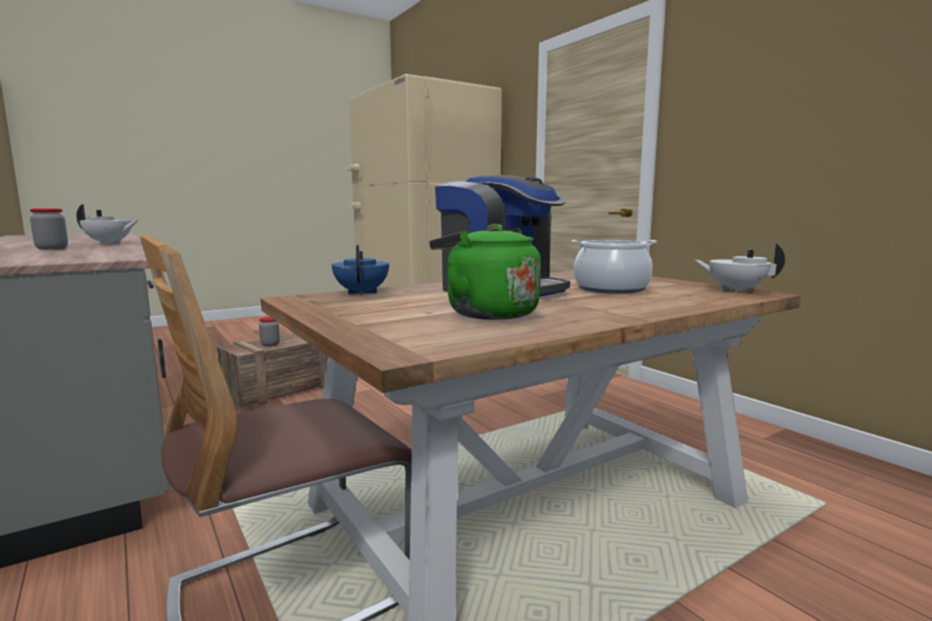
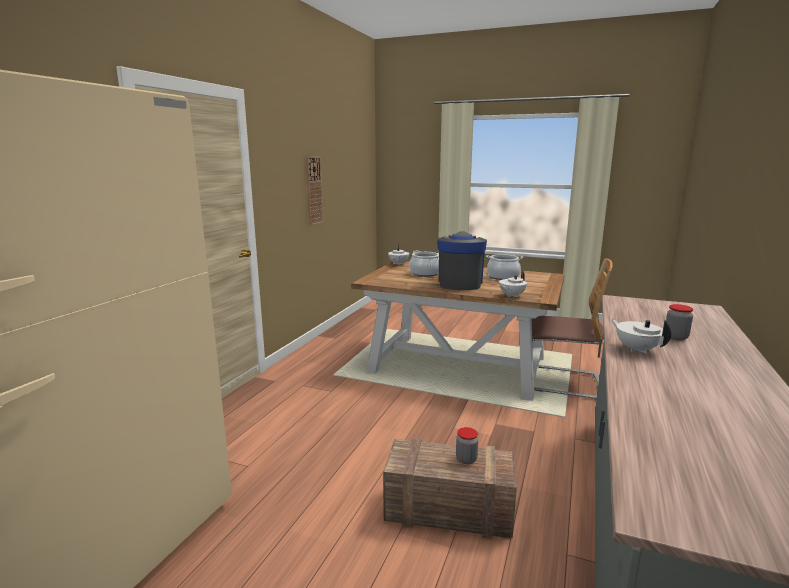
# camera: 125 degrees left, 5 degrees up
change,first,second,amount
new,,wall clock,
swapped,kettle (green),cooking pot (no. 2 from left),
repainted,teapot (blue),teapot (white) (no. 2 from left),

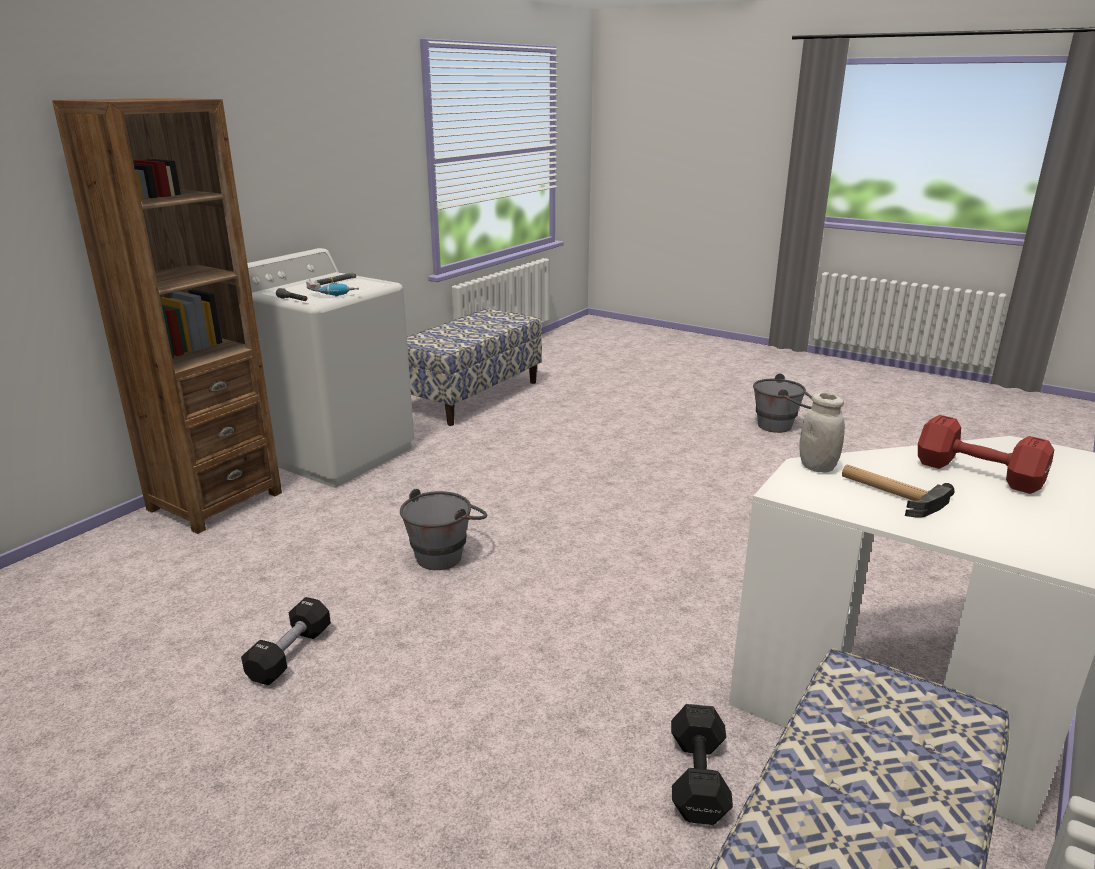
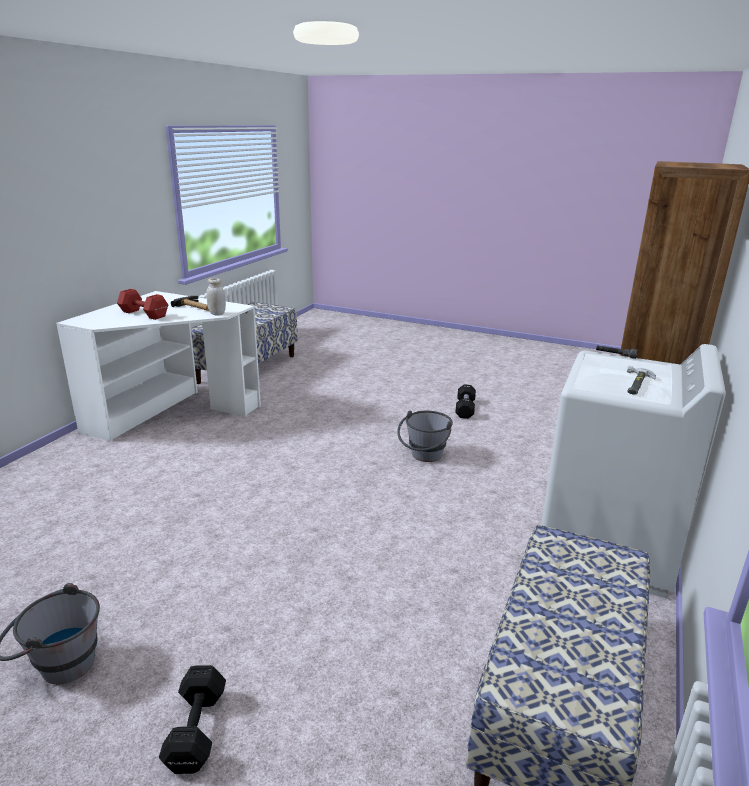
# camera: 170 degrees right, 0 degrees up
change,first,second,amount
gone,power drill,,
shifted,dumbbell (black) (no. 2 from left in the first image),dumbbell (black) (no. 1 from left),

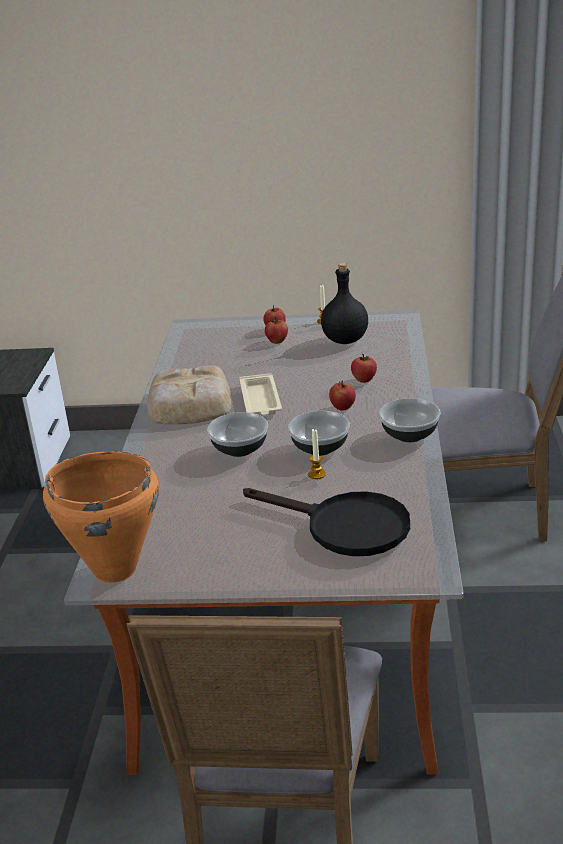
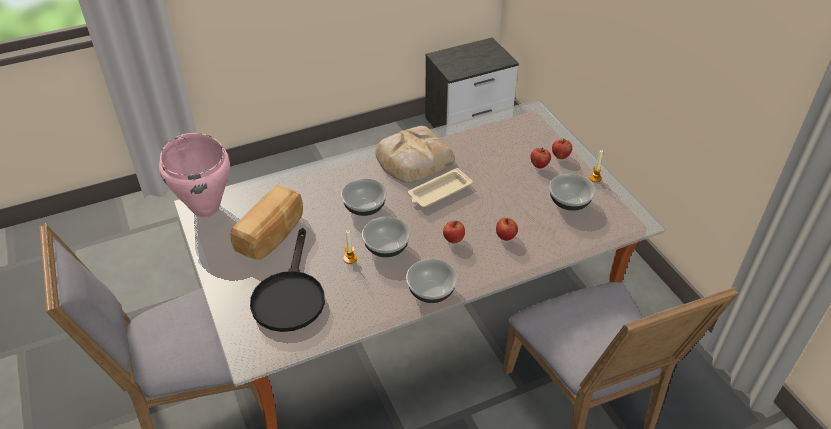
# camera: 60 degrees right, 15 degrees up
change,first,second,amount
new,,bread (no. 1 from left),
swapped,bottle (black),bowl (no. 4 from left),
repainted,cooking pot (orange),cooking pot (pink),

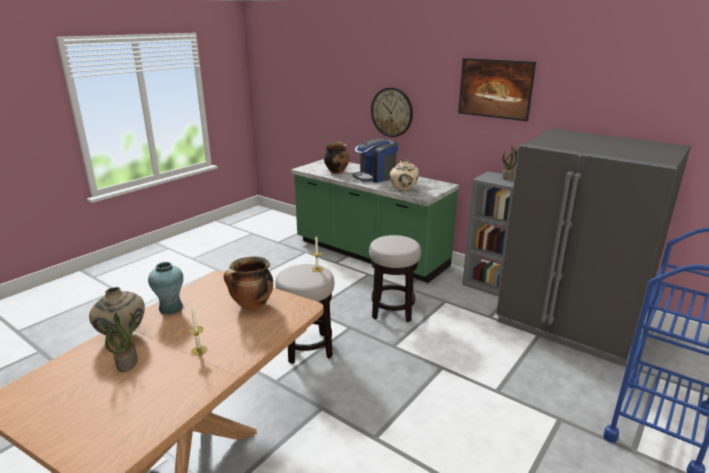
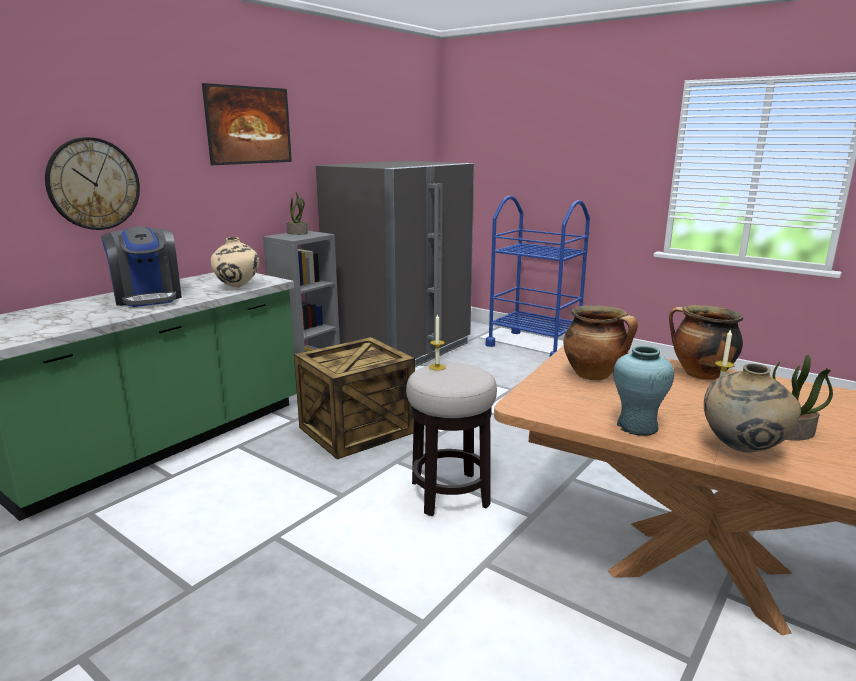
# camera: 90 degrees left, 5 degrees down
change,first,second,amount
shifted,cooking pot (no. 2 from left),,
swapped,stool (no. 2 from left),crate,

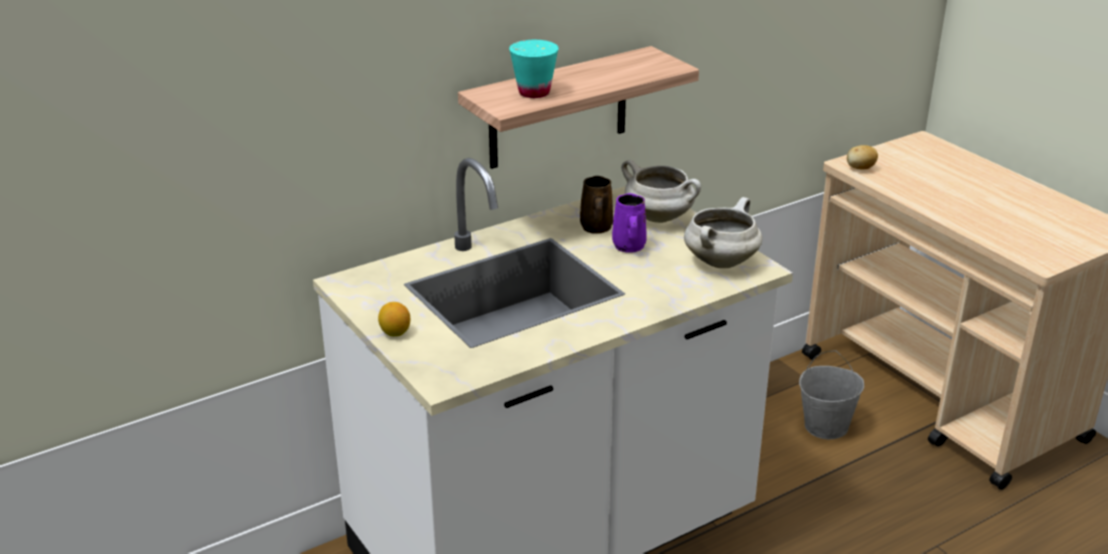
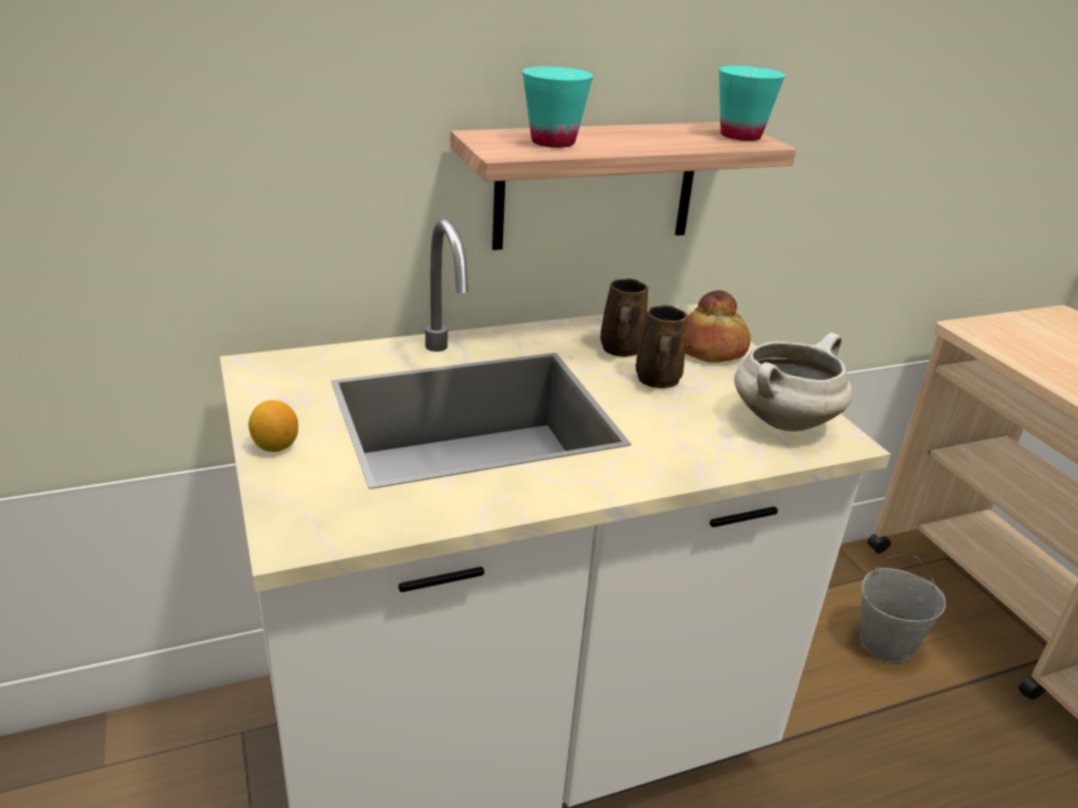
# camera: 10 degrees right, 0 degrees up
change,first,second,amount
gone,potato,,
new,,cup (turquoise) (no. 2 from left),
swapped,cooking pot (white) (no. 1 from left),bread,
repainted,mug (purple),mug (brown) (no. 2 from left),

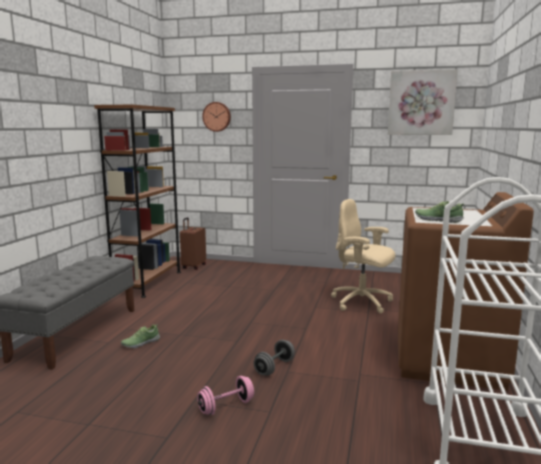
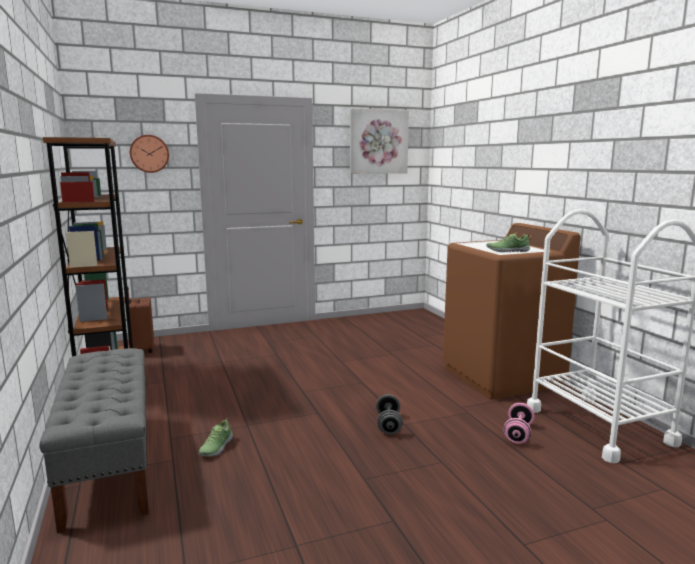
# camera: 35 degrees left, 0 degrees up
change,first,second,amount
gone,office chair (beige),,
shifted,dumbbell (pink),,

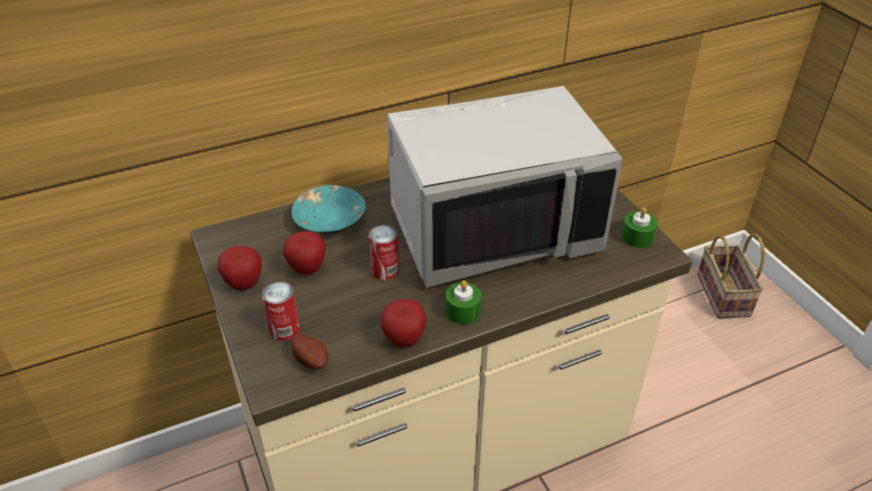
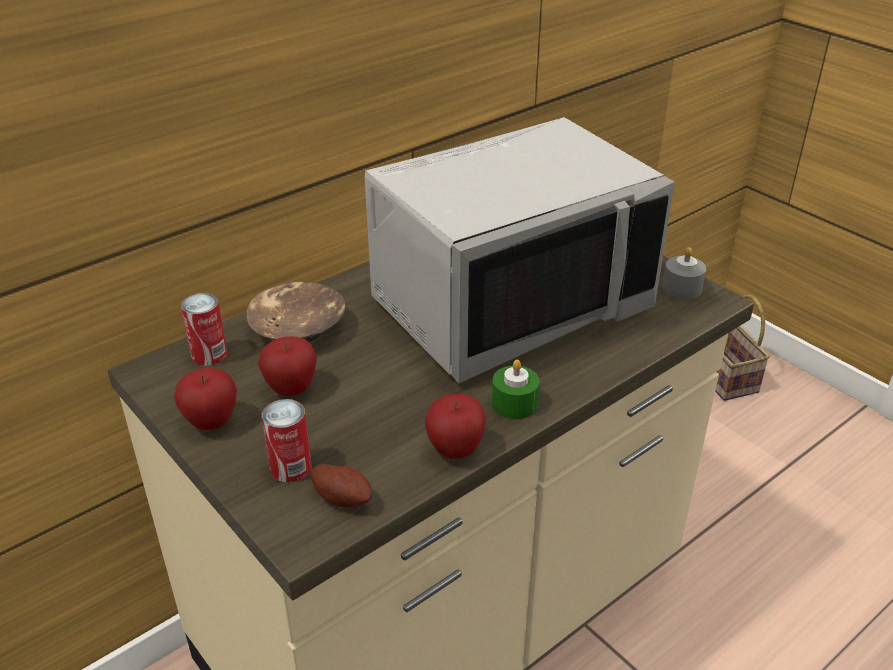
# camera: 15 degrees left, 5 degrees down
change,first,second,amount
shifted,can (no. 2 from left in the first image),can (no. 1 from left),
repainted,bowl (turquoise),bowl (brown),
repainted,candle (green) (no. 2 from left),candle (grey),

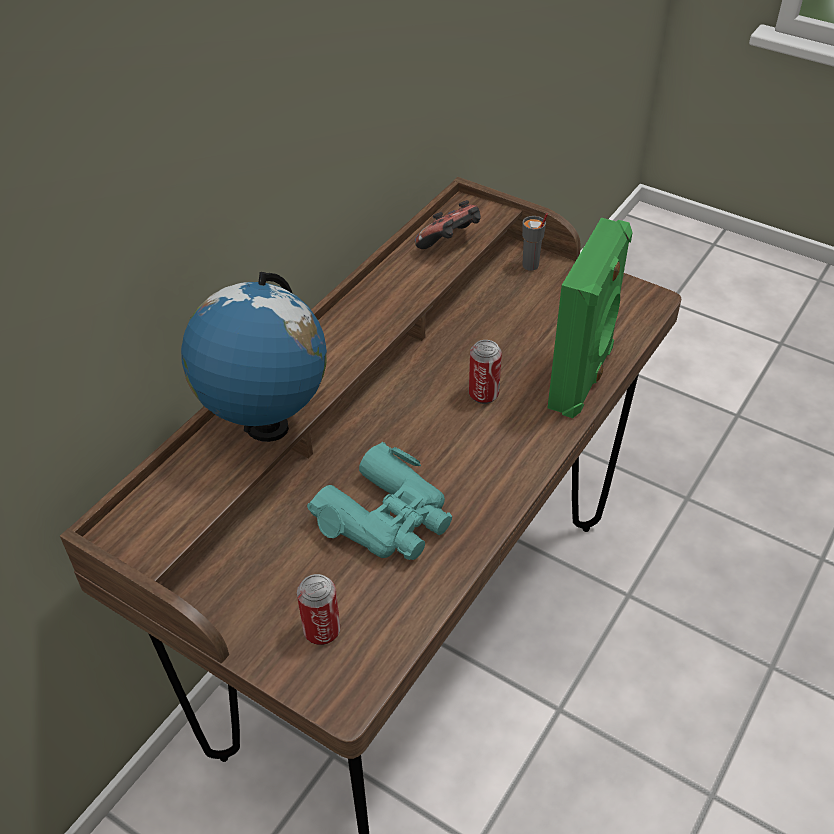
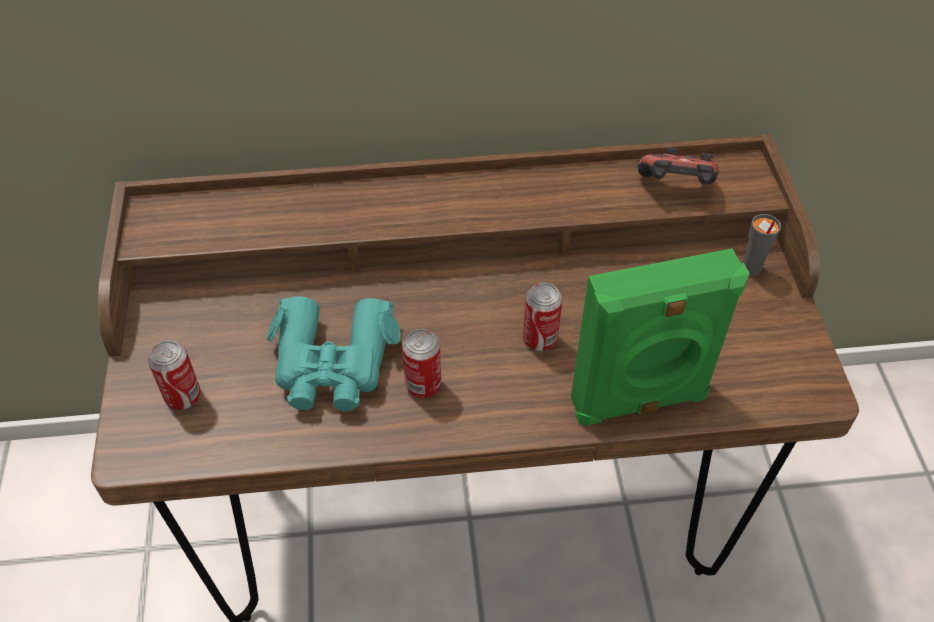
# camera: 50 degrees right, 5 degrees up
change,first,second,amount
gone,globe,,
new,,can (no. 2 from left),

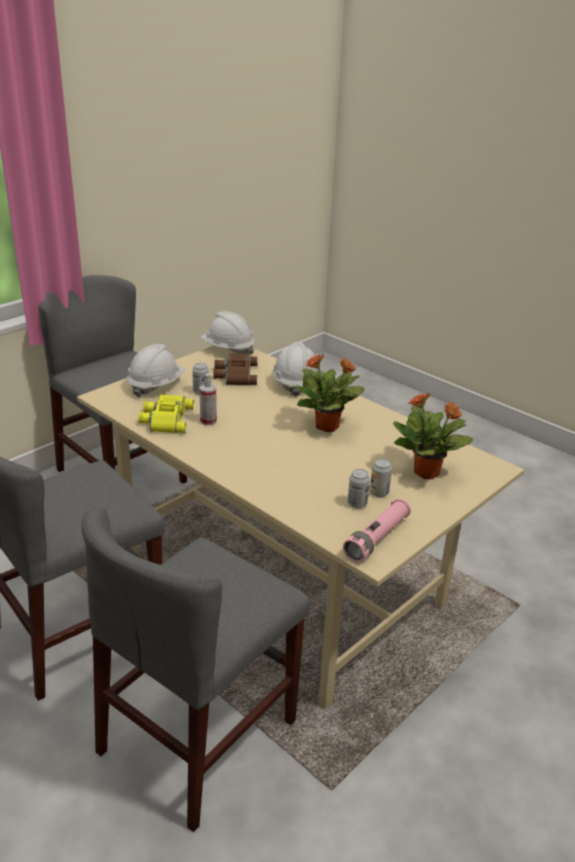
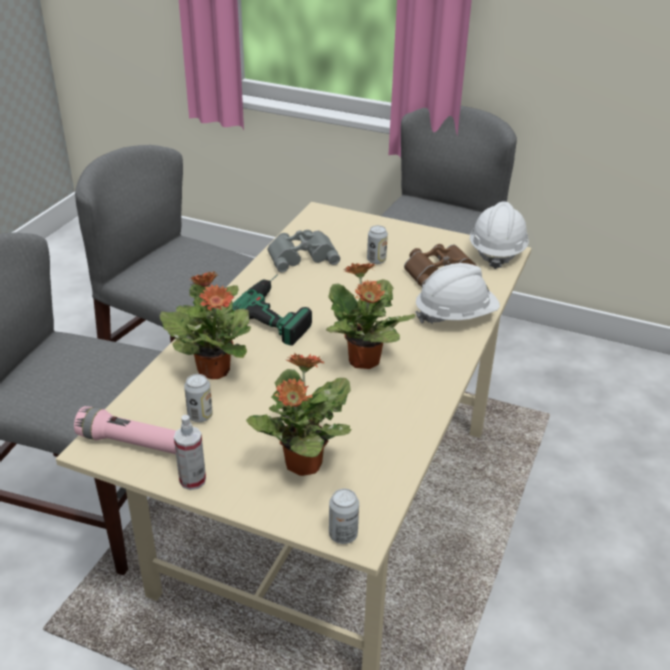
# camera: 70 degrees right, 5 degrees up
change,first,second,amount
gone,hard hat (white) (no. 1 from left),,
new,,potted plant (no. 1 from left),
new,,power drill,
shifted,spray bottle,,
shifted,can (no. 3 from left in the first image),can (no. 2 from left),
repainted,binoculars (yellow),binoculars (grey),

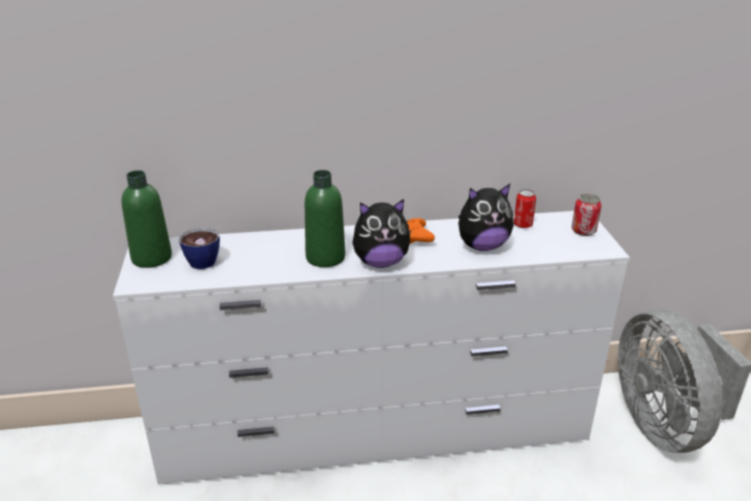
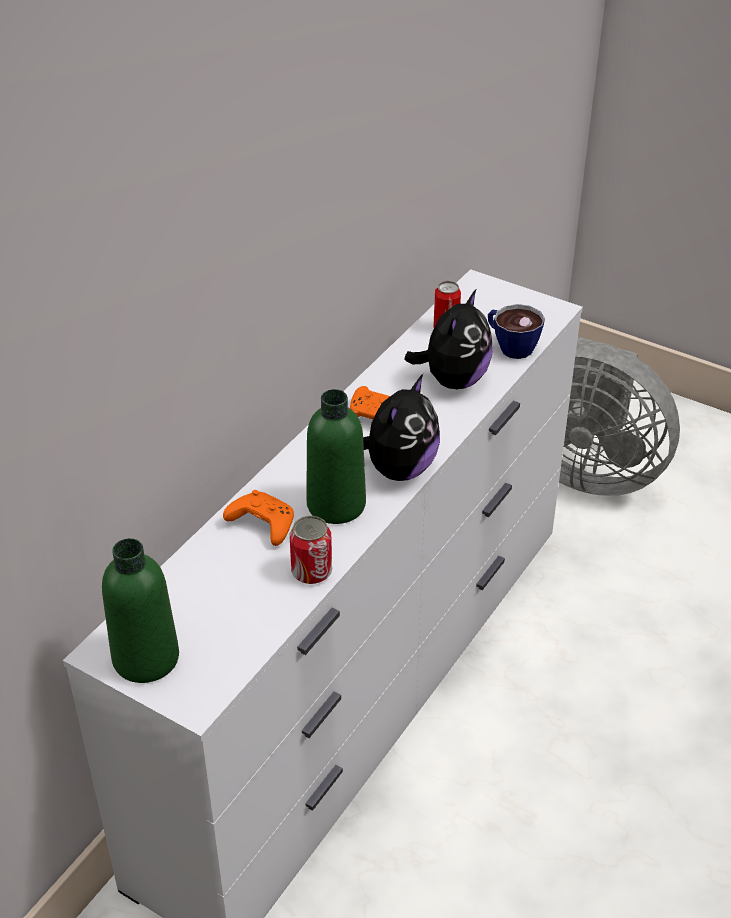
# camera: 50 degrees left, 10 degrees up
change,first,second,amount
new,,game controller (orange) (no. 1 from left),
shifted,cup,,
shifted,can (no. 2 from left in the first image),can (no. 1 from left),

